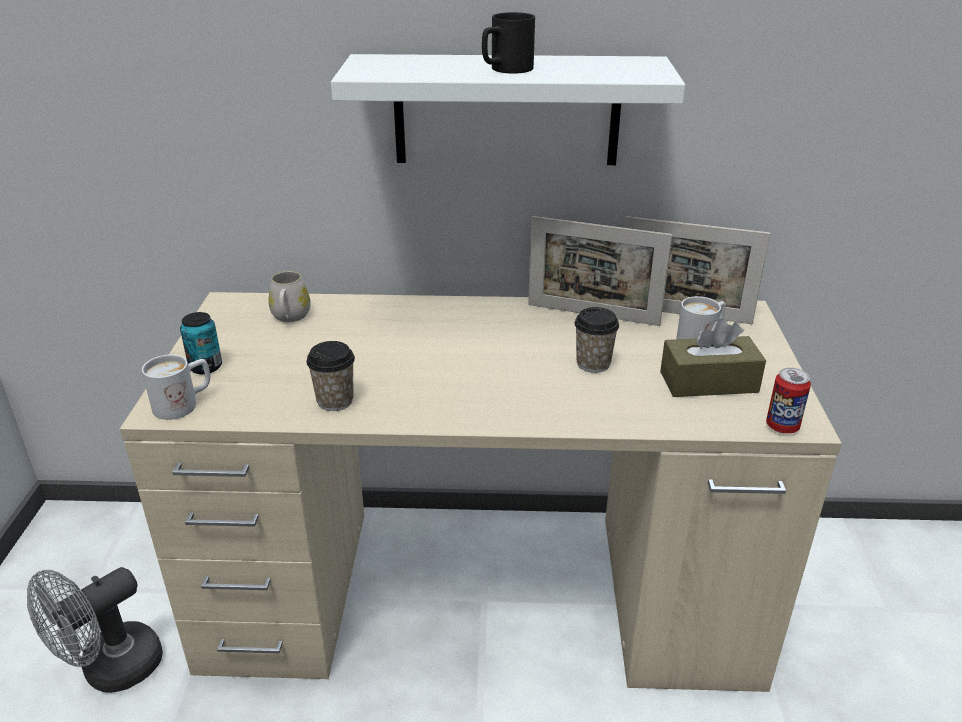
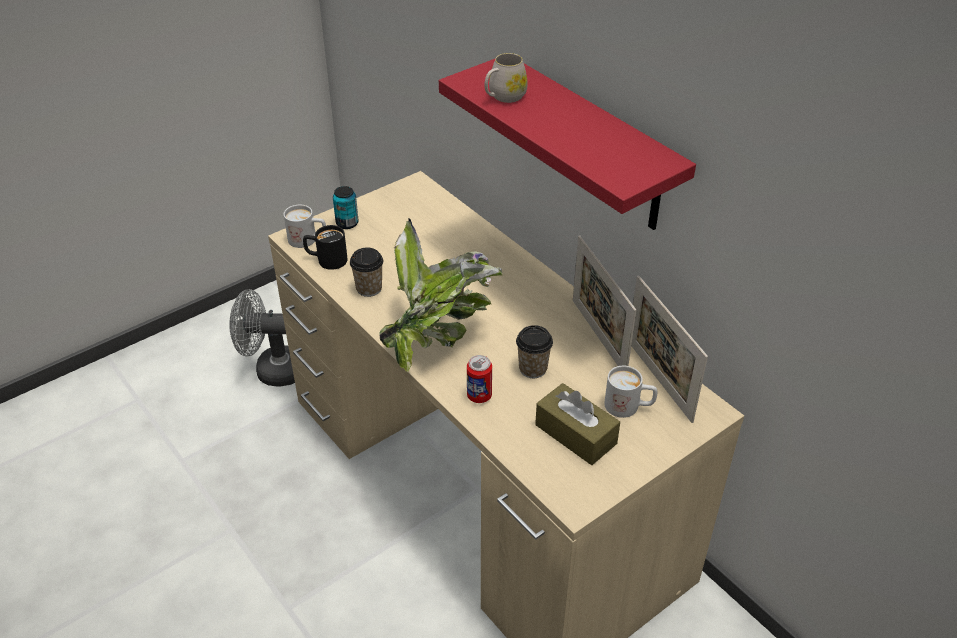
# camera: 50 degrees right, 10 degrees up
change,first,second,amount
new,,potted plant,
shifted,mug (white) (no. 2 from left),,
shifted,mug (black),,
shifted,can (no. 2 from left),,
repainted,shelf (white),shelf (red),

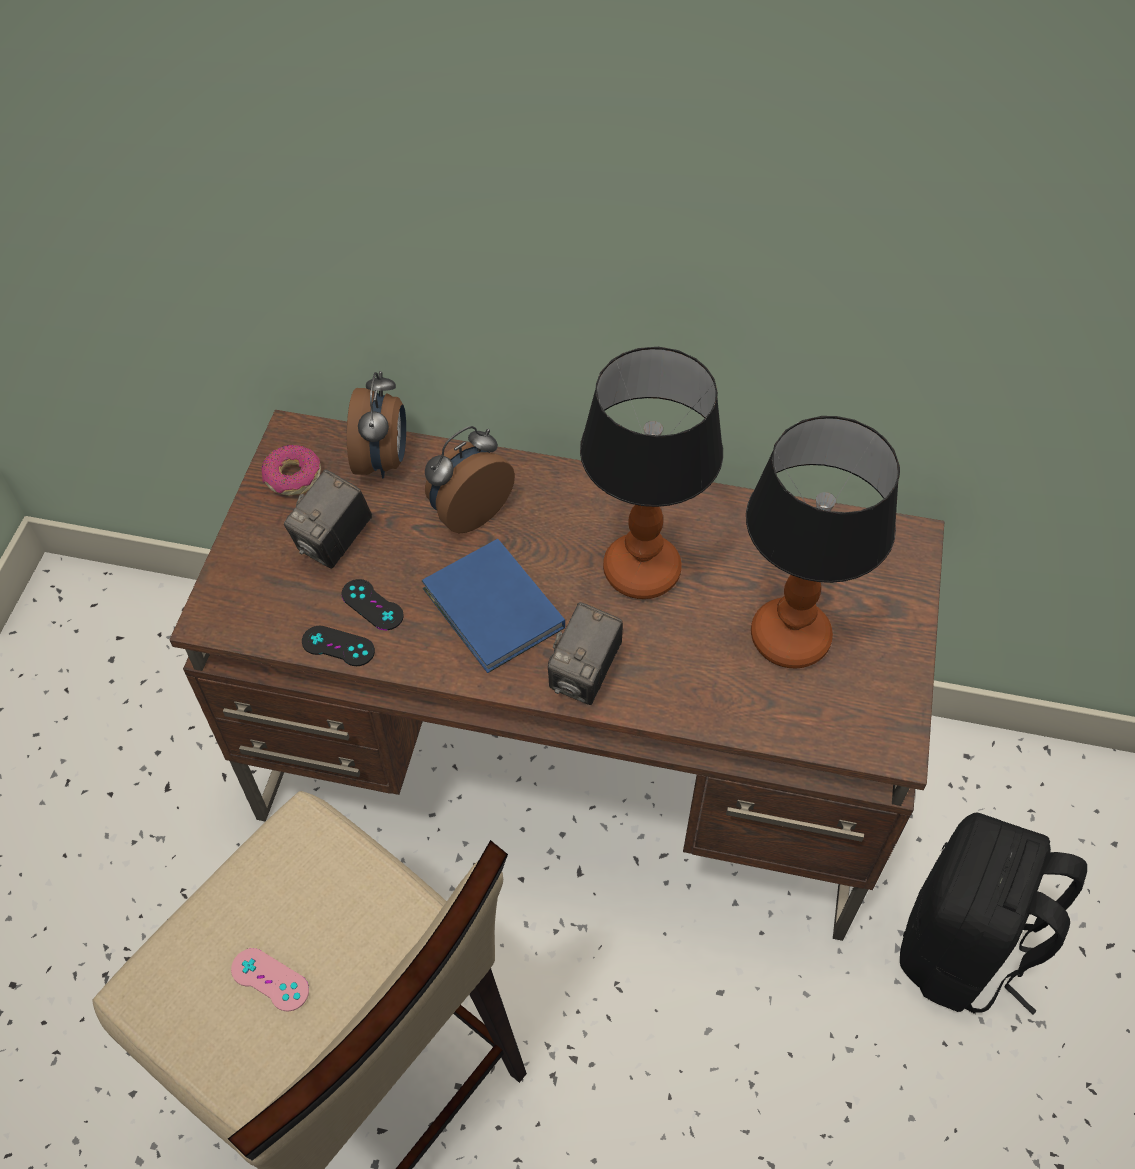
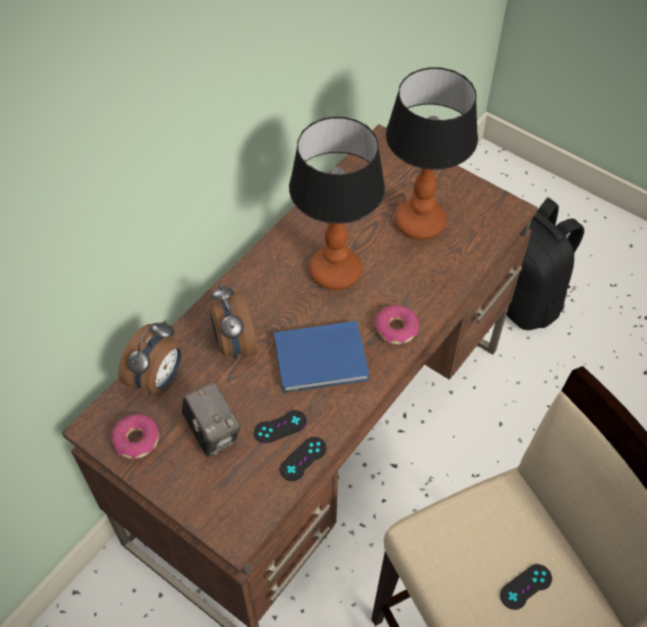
# camera: 65 degrees left, 0 degrees up
change,first,second,amount
swapped,photo camera (no. 2 from left),donut (no. 2 from left),
repainted,game controller (pink),game controller (black) (no. 3 from left),
rotated,alarm clock (no. 1 from left),,90 degrees clockwise

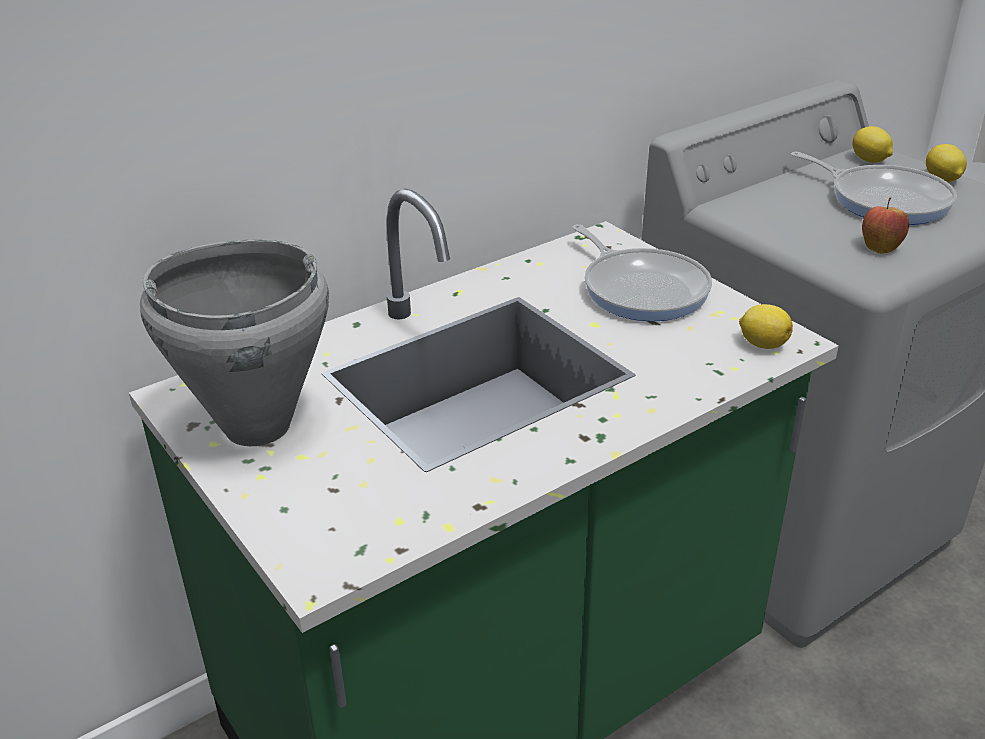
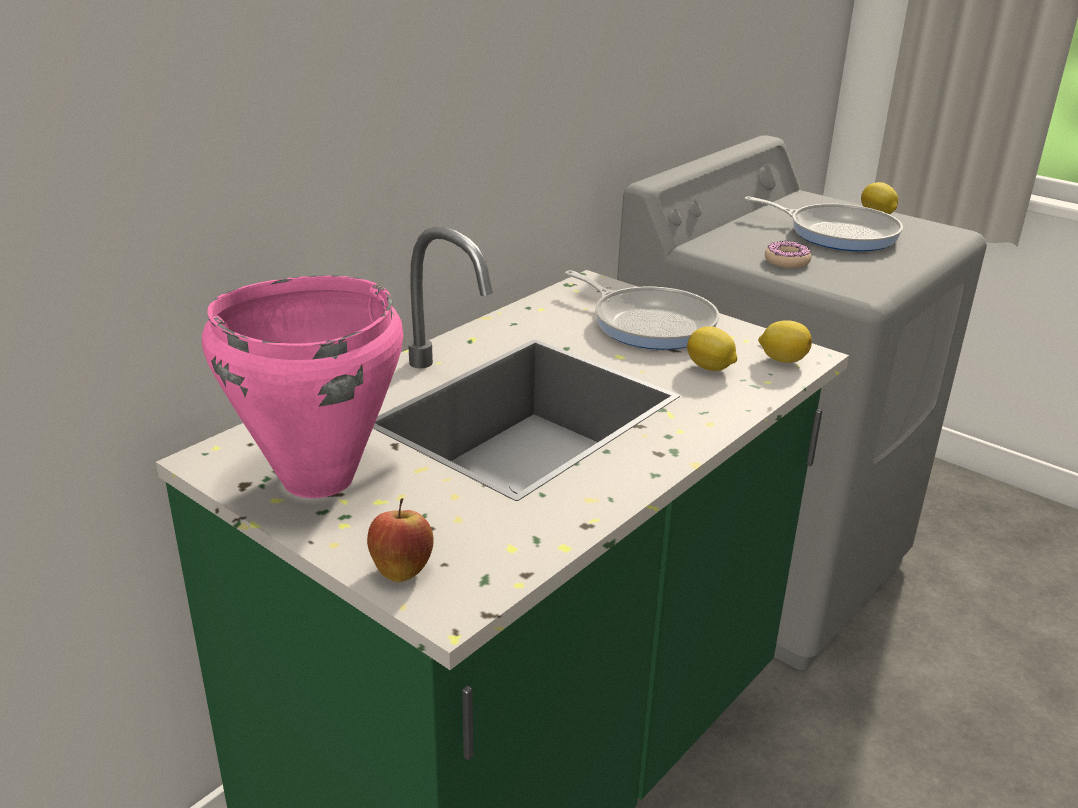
# camera: 15 degrees left, 5 degrees down
change,first,second,amount
new,,donut,
shifted,lemon (no. 2 from left in the first image),lemon (no. 1 from left),
shifted,apple,,
repainted,cooking pot (grey),cooking pot (pink),

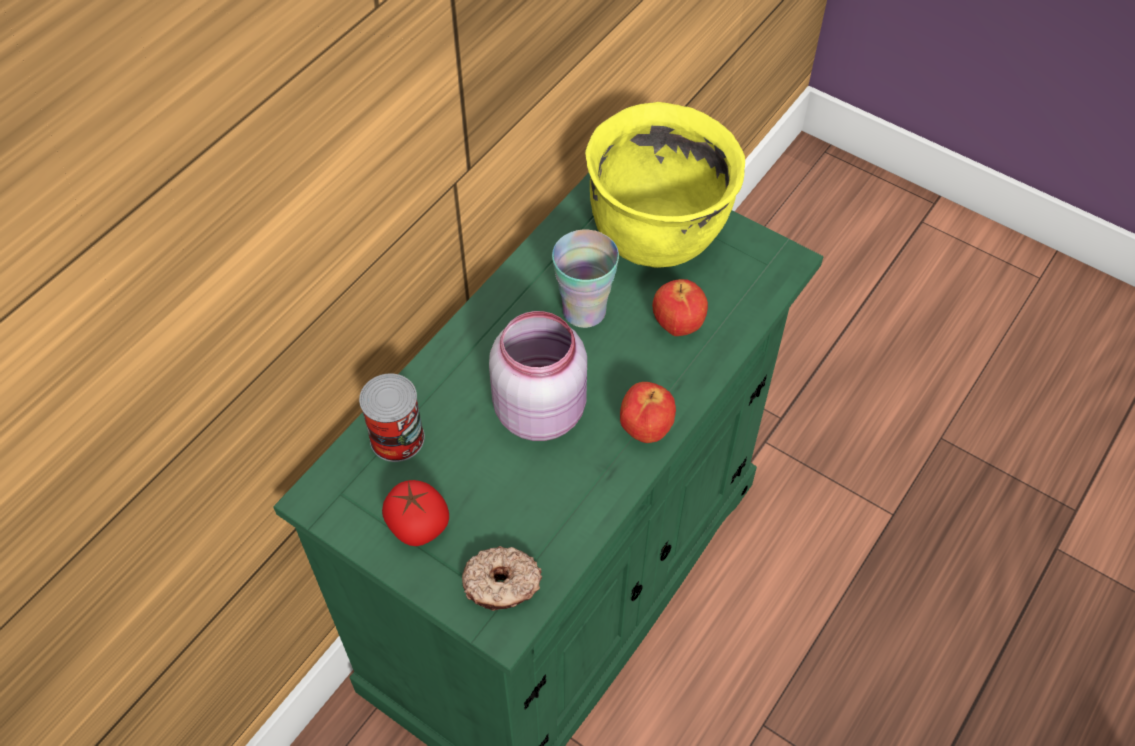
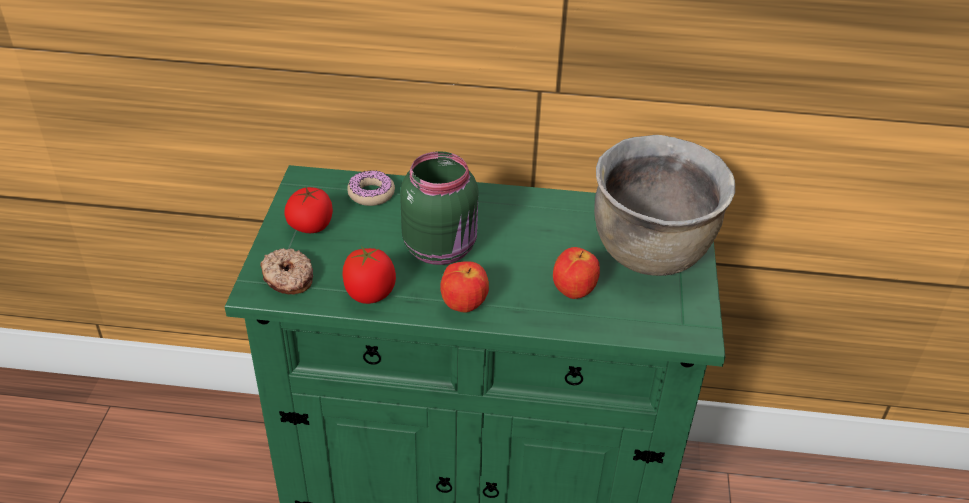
# camera: 60 degrees right, 15 degrees down
change,first,second,amount
gone,cup,,
new,,tomato (no. 2 from left),
swapped,can,donut (no. 2 from left),
repainted,jar (pink),jar (green),
repainted,cooking pot (yellow),cooking pot (brown),

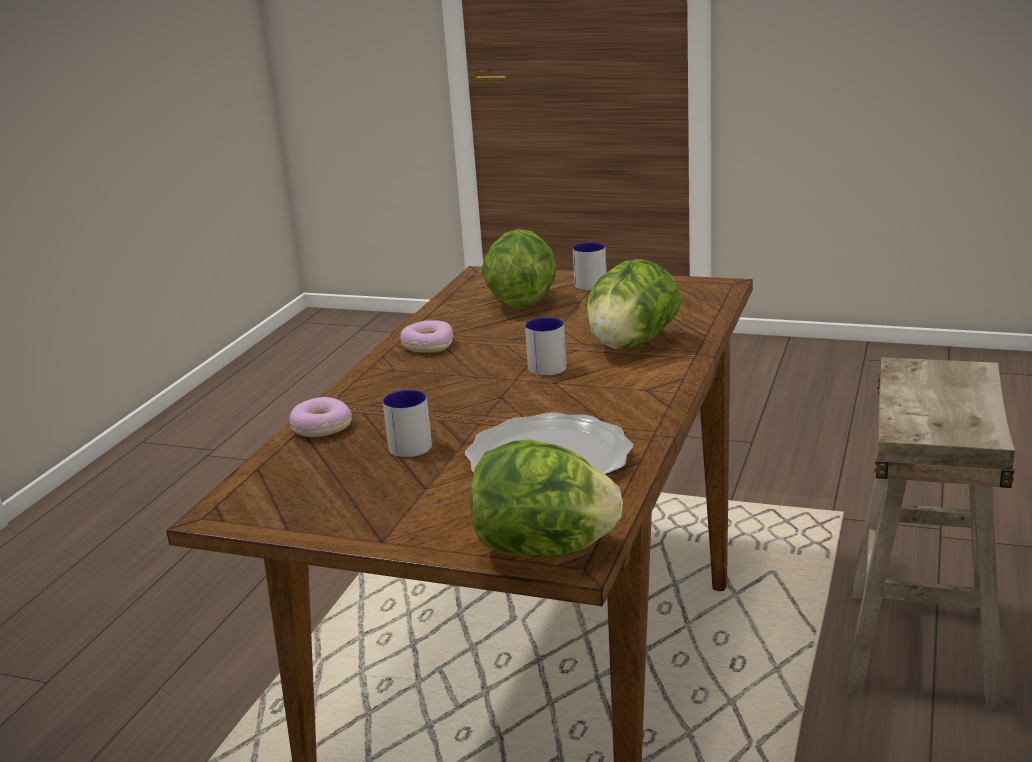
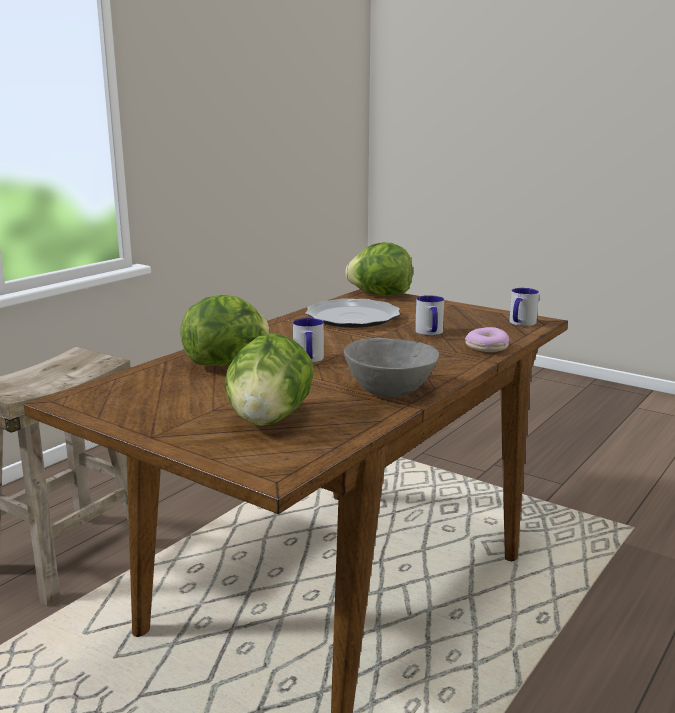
# camera: 165 degrees left, 5 degrees down
change,first,second,amount
shifted,mug (no. 3 from left),,
swapped,donut (no. 2 from left),bowl (grey),

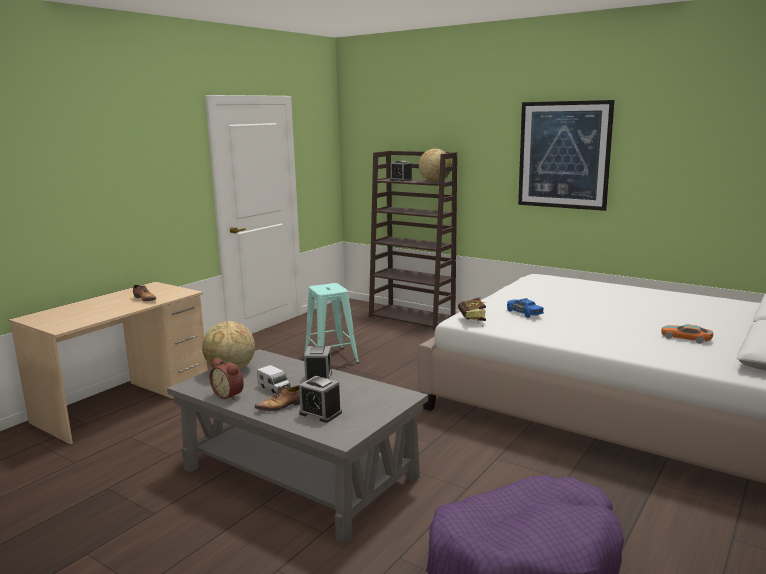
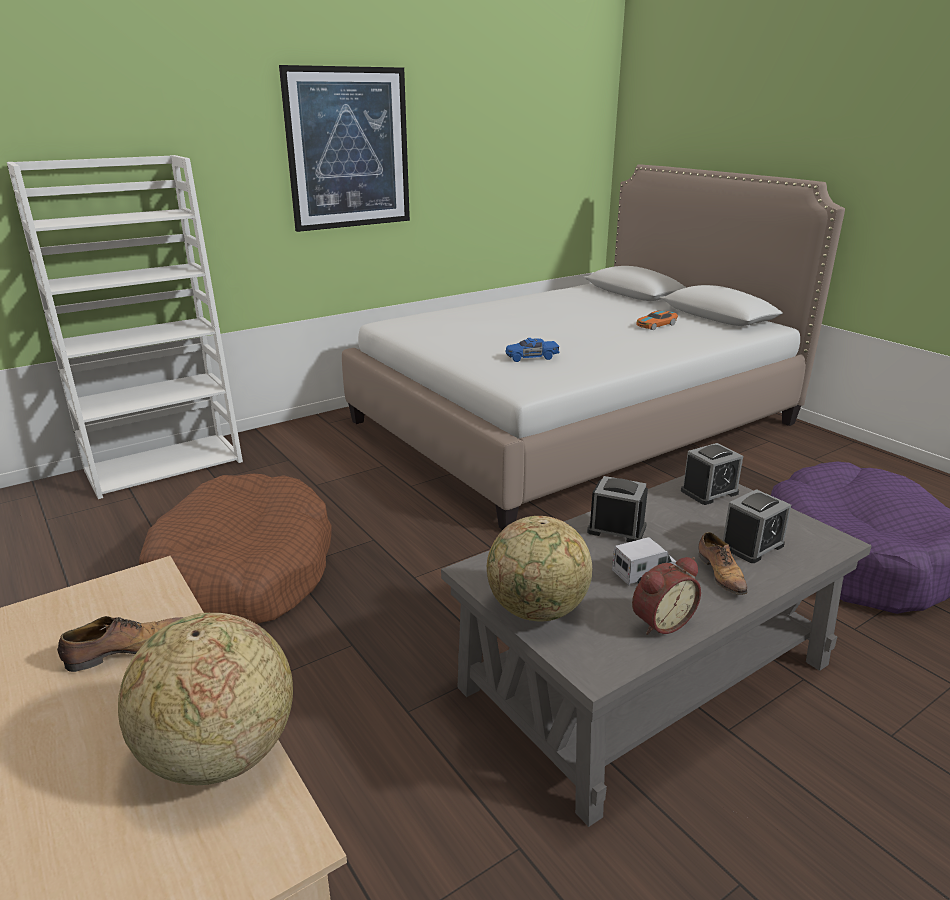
# camera: 70 degrees left, 10 degrees up
change,first,second,amount
gone,book,,
shifted,alarm clock (no. 4 from left in the first image),alarm clock (no. 3 from left),
shifted,globe (no. 2 from left in the first image),globe (no. 1 from left),
swapped,stool (turquoise),dog bed (brown),
repainted,bookcase (brown),bookcase (white),

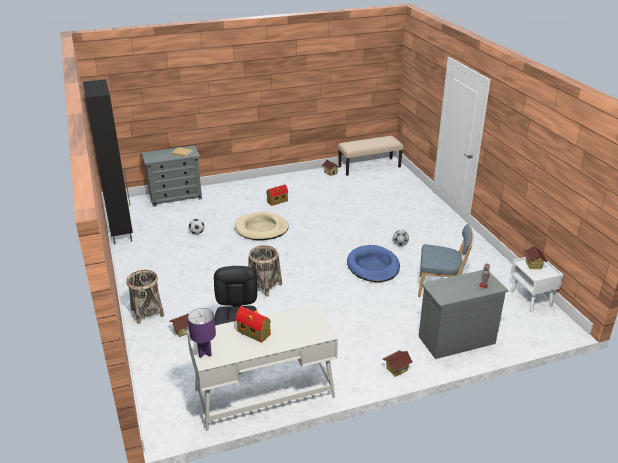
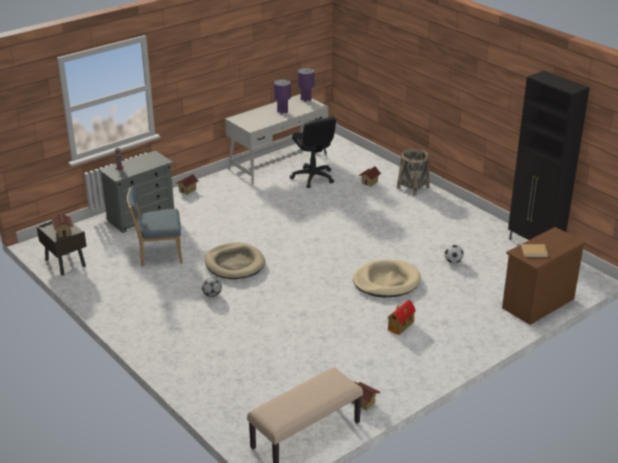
# camera: 160 degrees right, 0 degrees up
change,first,second,amount
gone,basket (no. 2 from left),,
swapped,toy house (no. 2 from left),table lamp (purple) (no. 1 from left),
repainted,dresser (grey) (no. 1 from left),dresser (brown),
repainted,dog bed (blue),dog bed (beige) (no. 1 from left),
repainted,nightstand (white),nightstand (brown),

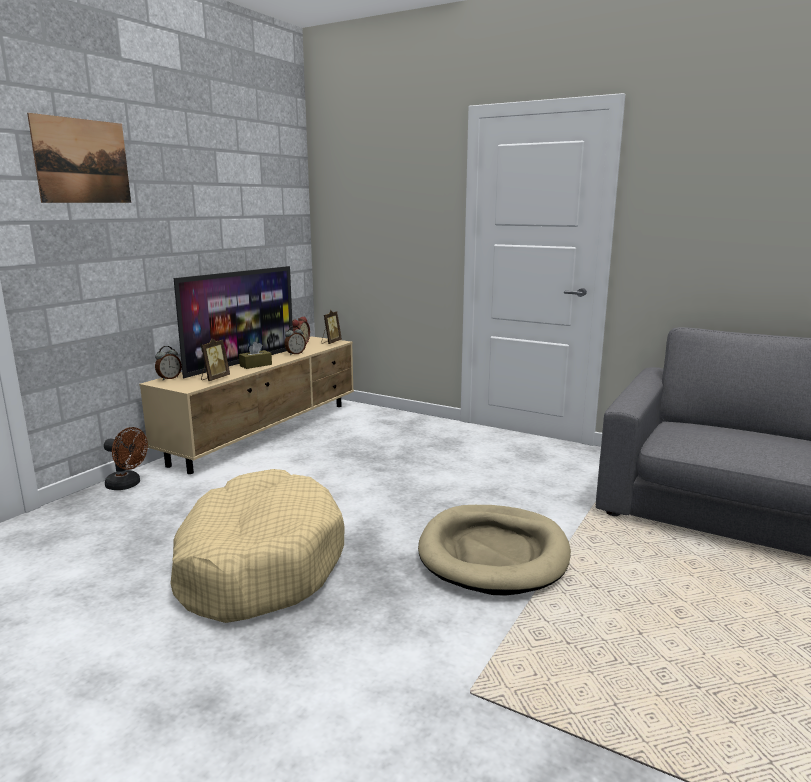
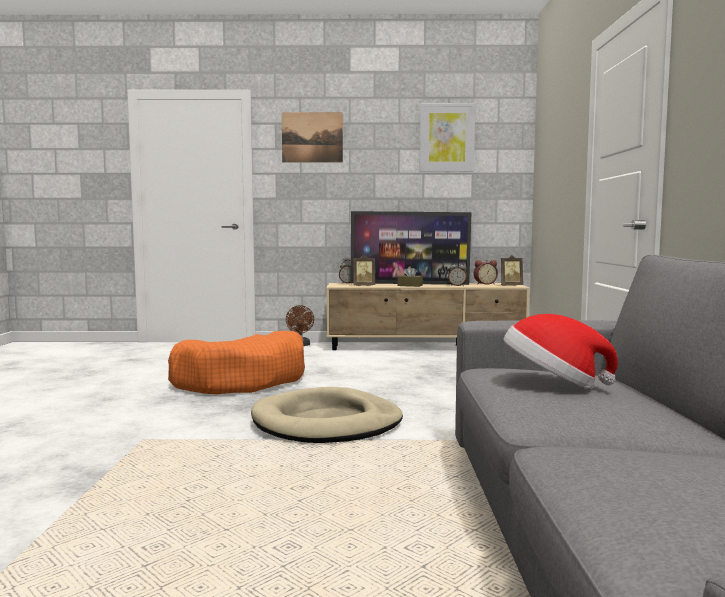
# camera: 60 degrees right, 10 degrees down
change,first,second,amount
new,,picture (no. 2 from left),
new,,hat,
repainted,dog bed (beige) (no. 1 from left),dog bed (orange),

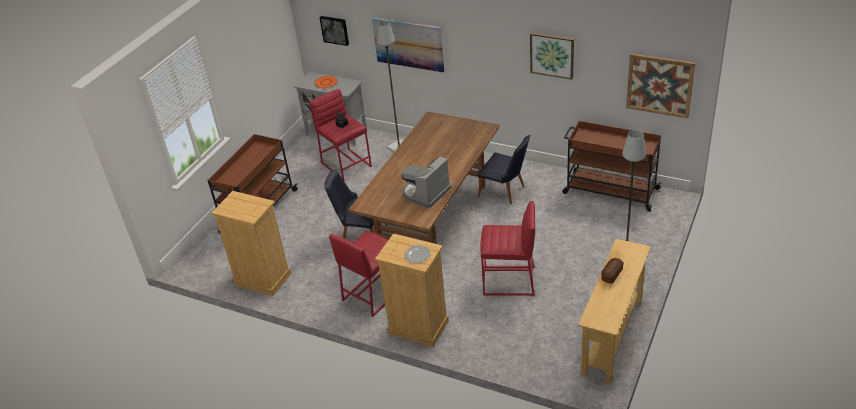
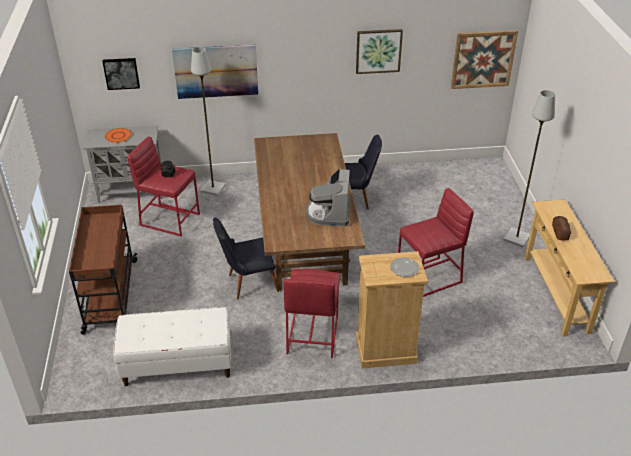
# camera: 35 degrees left, 0 degrees up
change,first,second,amount
gone,cart (brown) (no. 2 from left),,
swapped,dresser (beige) (no. 1 from left),bench (white),

